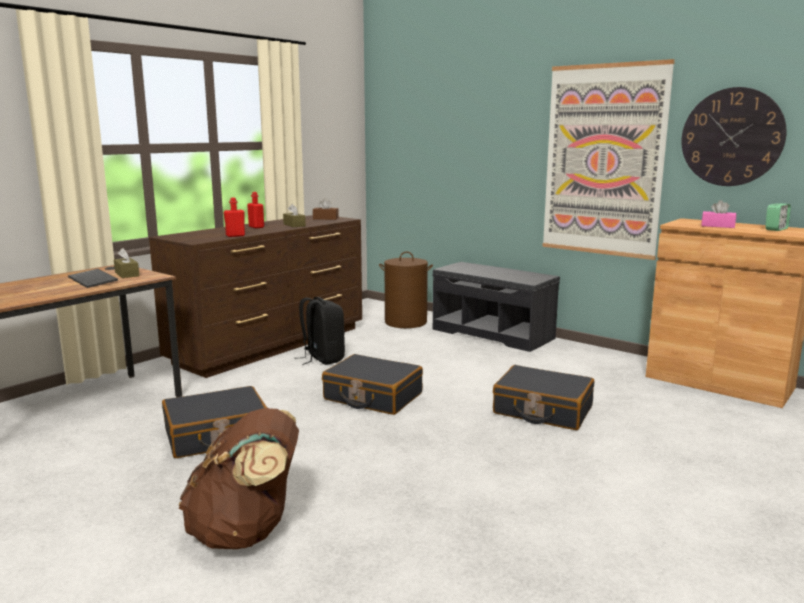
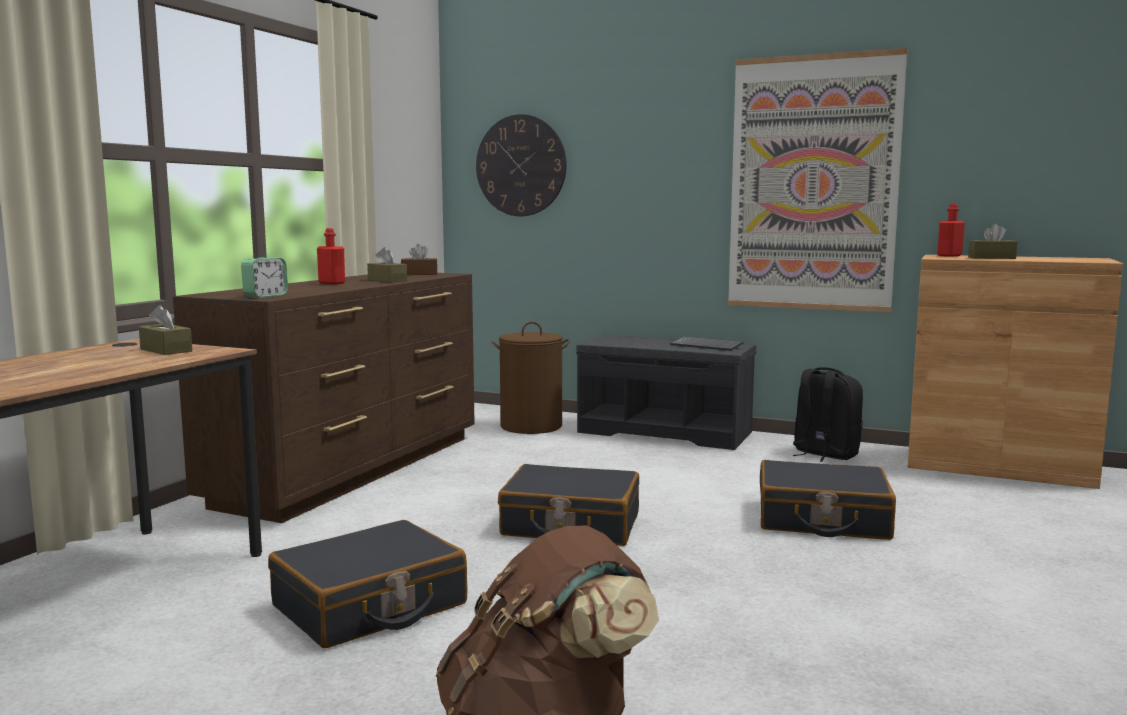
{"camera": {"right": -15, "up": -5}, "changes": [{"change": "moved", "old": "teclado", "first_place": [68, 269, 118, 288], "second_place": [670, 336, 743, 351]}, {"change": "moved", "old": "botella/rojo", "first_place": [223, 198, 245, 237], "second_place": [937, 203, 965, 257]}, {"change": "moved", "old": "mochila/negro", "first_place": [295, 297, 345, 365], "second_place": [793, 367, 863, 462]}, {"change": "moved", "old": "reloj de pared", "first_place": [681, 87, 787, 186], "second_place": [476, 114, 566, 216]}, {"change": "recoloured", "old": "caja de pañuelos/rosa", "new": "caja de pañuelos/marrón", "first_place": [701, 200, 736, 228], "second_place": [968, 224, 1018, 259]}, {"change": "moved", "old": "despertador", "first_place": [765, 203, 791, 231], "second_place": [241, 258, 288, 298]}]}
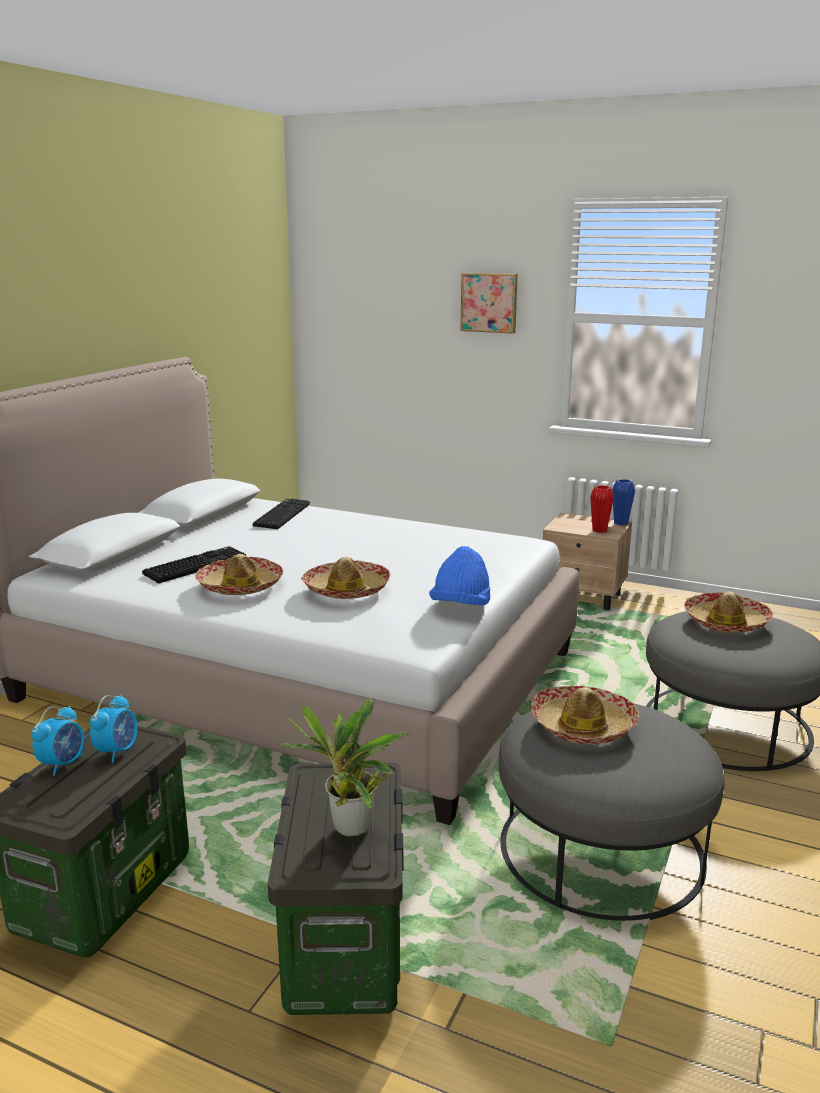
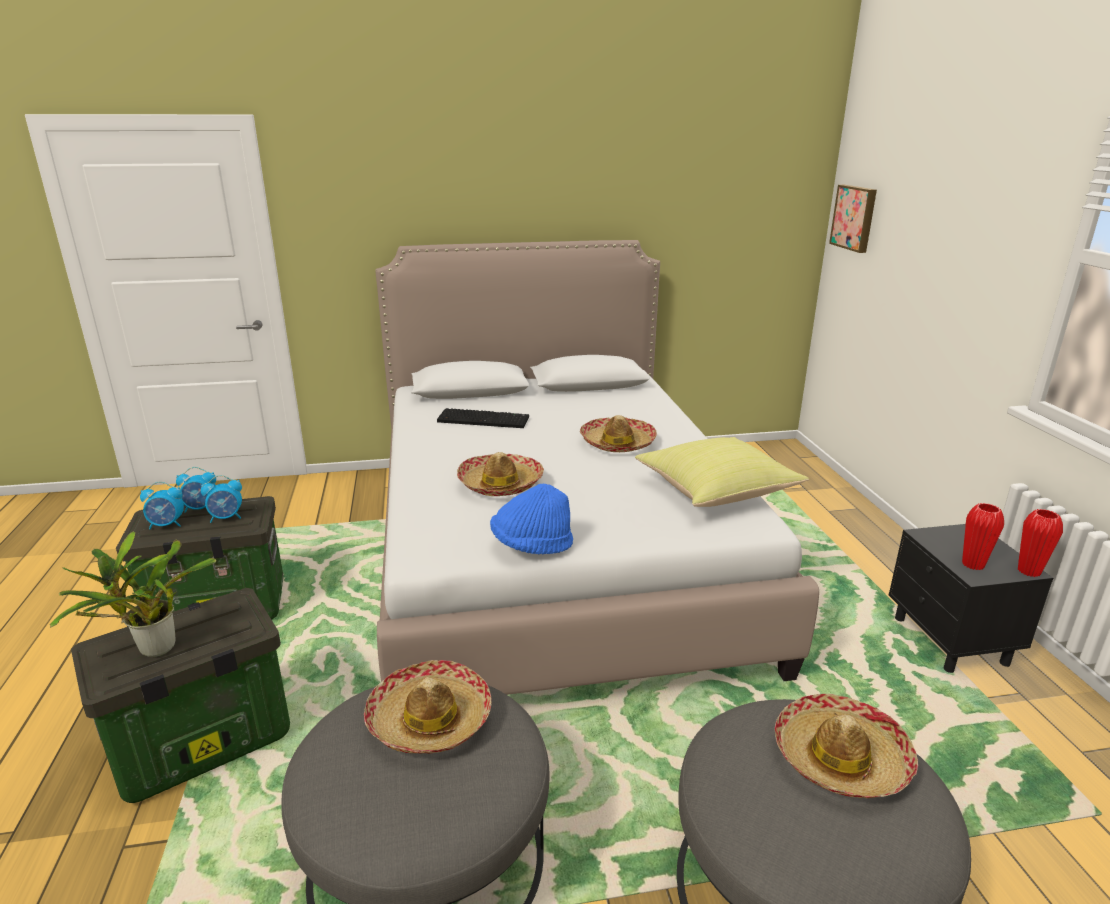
{"camera": {"right": 55, "up": 5}, "changes": [{"change": "moved", "old": "sombrero", "first_place": [195, 554, 283, 595], "second_place": [580, 415, 657, 452]}, {"change": "removed", "old": "teclado", "first_place": [253, 499, 310, 529]}, {"change": "moved", "old": "cuadro", "first_place": [460, 273, 518, 334], "second_place": [829, 185, 877, 253]}, {"change": "recoloured", "old": "mesita de noche/beis", "new": "mesita de noche/negro", "first_place": [543, 513, 632, 610], "second_place": [889, 524, 1053, 673]}, {"change": "recoloured", "old": "florero/azul", "new": "florero/rojo", "first_place": [612, 479, 635, 525], "second_place": [1018, 509, 1063, 577]}, {"change": "added", "new": "despertador", "second_place": [140, 482, 184, 529]}, {"change": "added", "new": "cojín/amarillo", "second_place": [635, 437, 809, 507]}]}
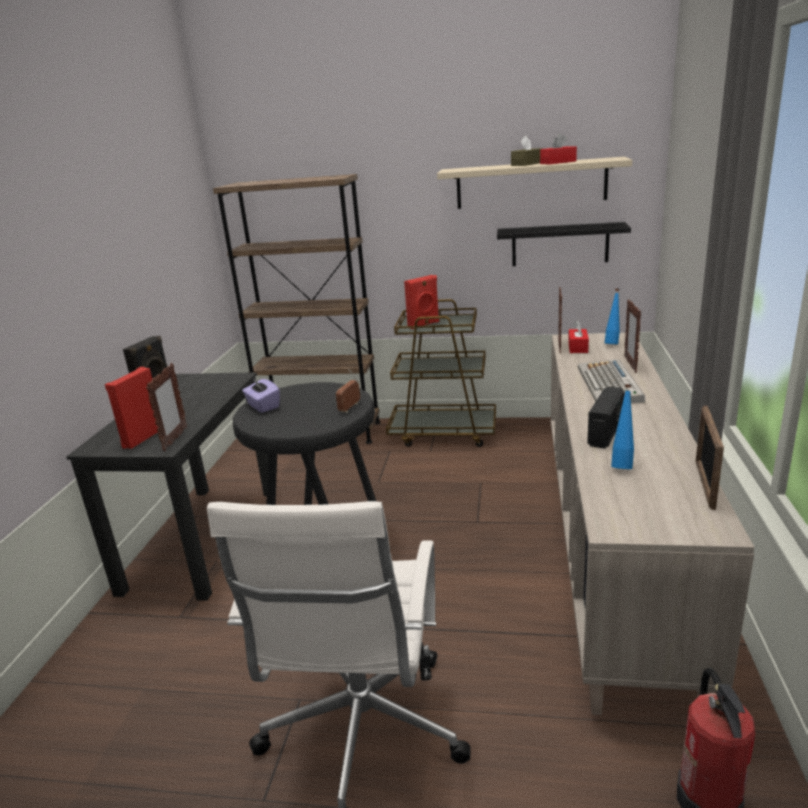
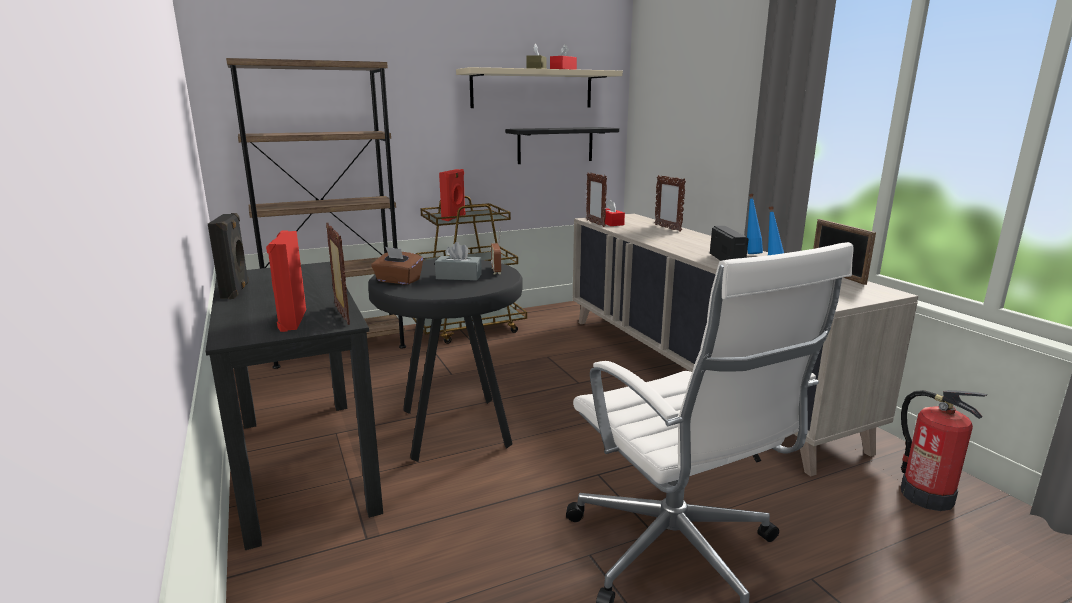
{"camera": {"right": -35, "up": -5}, "changes": [{"change": "recoloured", "old": "caja de pañuelos/morado", "new": "caja de pañuelos/marrón", "first_place": [242, 376, 280, 413], "second_place": [371, 247, 423, 285]}, {"change": "removed", "old": "teclado", "first_place": [578, 359, 645, 403]}, {"change": "moved", "old": "botella/azul", "first_place": [605, 288, 620, 344], "second_place": [747, 194, 763, 254]}, {"change": "added", "new": "caja de pañuelos/gris", "second_place": [435, 242, 482, 281]}]}
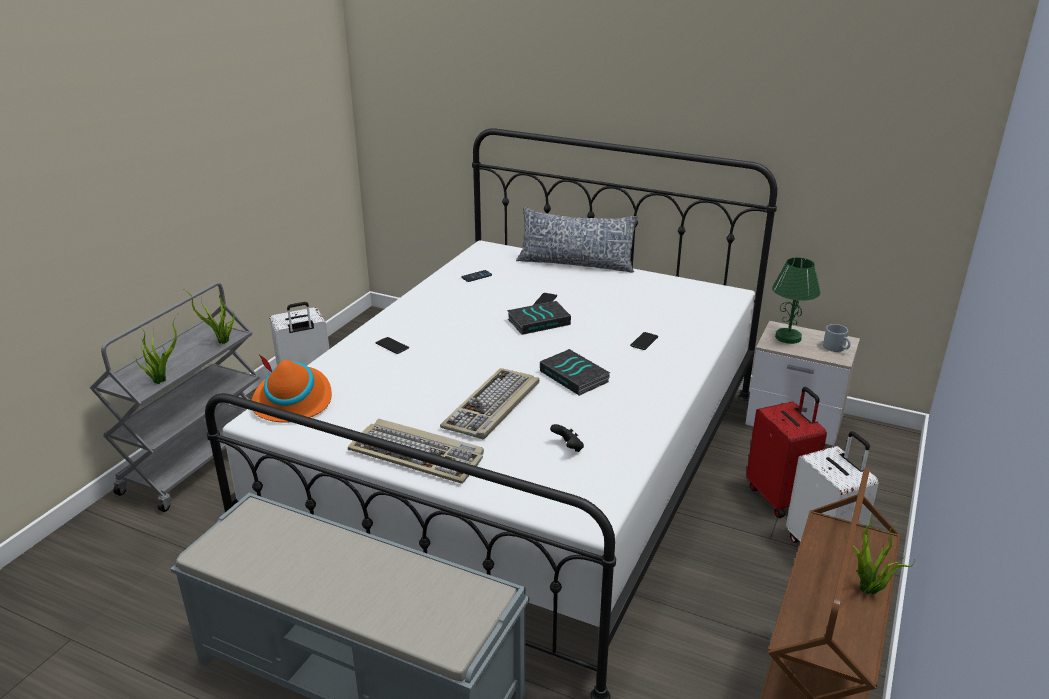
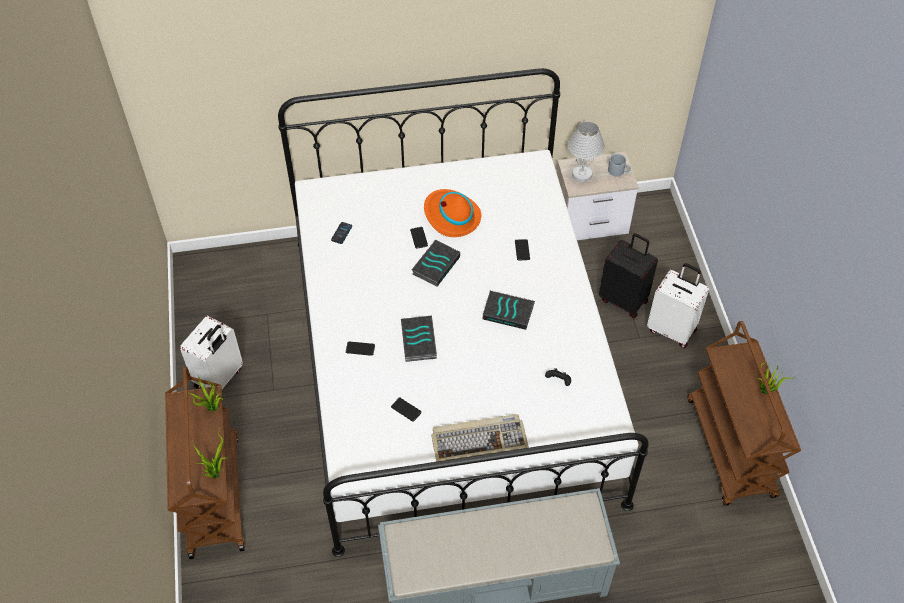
{"camera": {"right": -35, "up": 25}, "changes": [{"change": "recoloured", "old": "carrito/gris", "new": "carrito/marrón", "first_place": [90, 283, 260, 512], "second_place": [165, 366, 245, 559]}, {"change": "moved", "old": "sombrero/naranja", "first_place": [252, 354, 332, 423], "second_place": [424, 189, 481, 237]}, {"change": "removed", "old": "teclado", "first_place": [440, 368, 539, 439]}, {"change": "removed", "old": "cojín", "first_place": [516, 207, 638, 273]}, {"change": "recoloured", "old": "maleta/rojo", "new": "maleta/negro", "first_place": [746, 387, 827, 518], "second_place": [599, 233, 658, 318]}, {"change": "recoloured", "old": "lámpara de mesa/verde", "new": "lámpara de mesa/blanco", "first_place": [772, 257, 820, 344], "second_place": [568, 121, 605, 182]}, {"change": "added", "new": "móvil", "second_place": [391, 398, 422, 422]}, {"change": "added", "new": "libro", "second_place": [401, 316, 437, 362]}]}
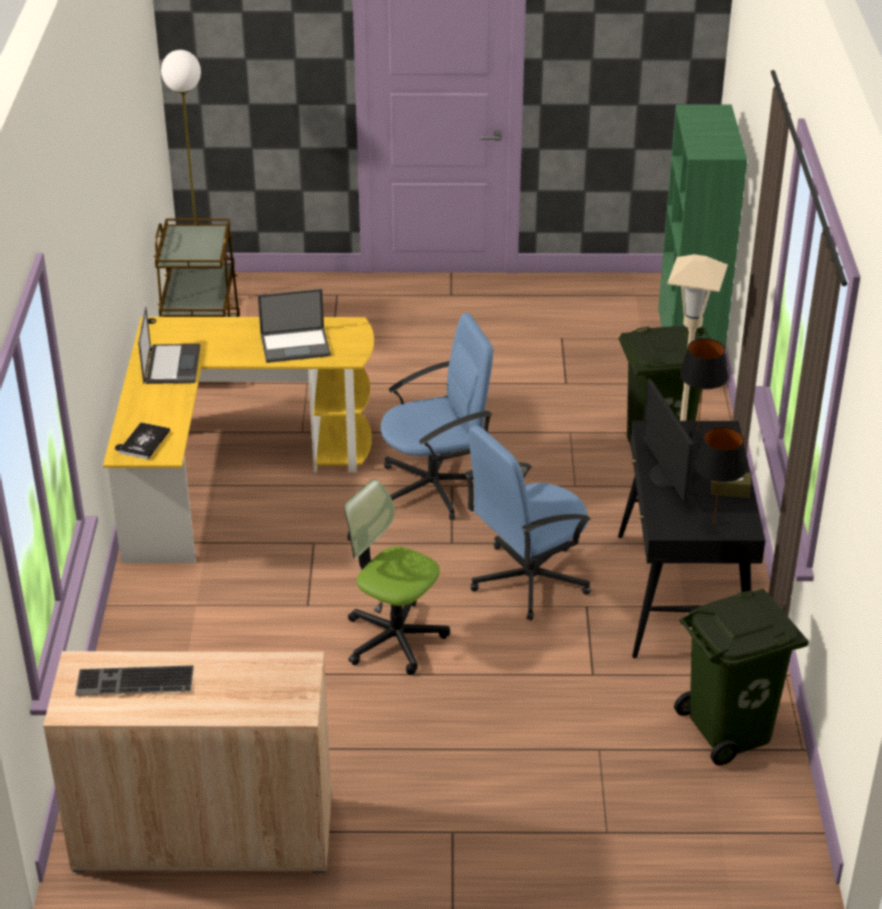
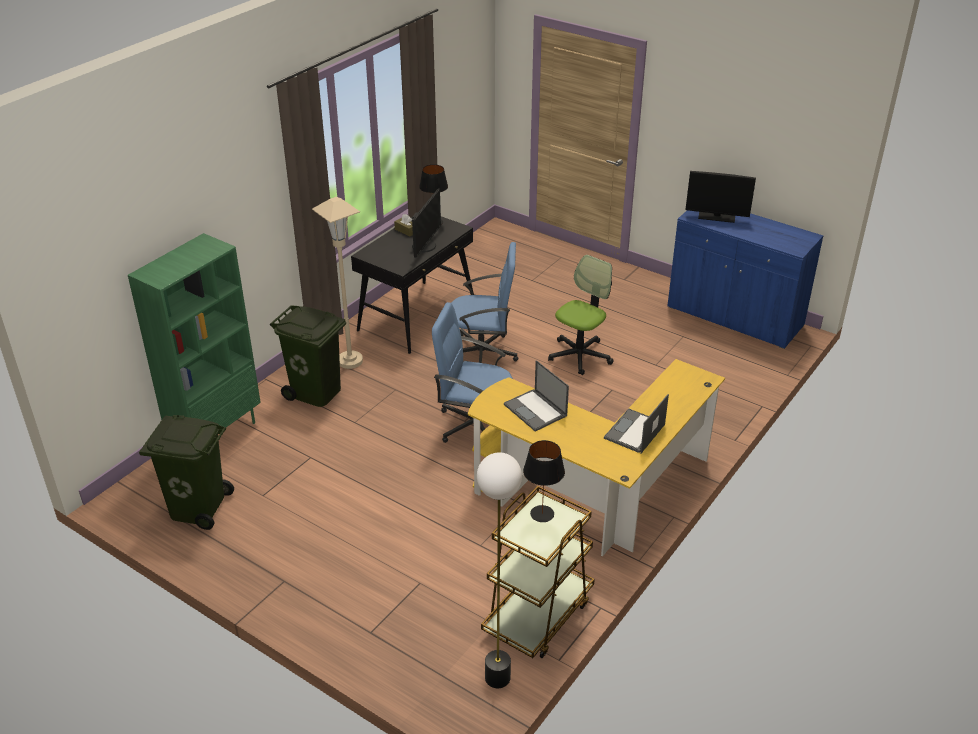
{"camera": {"right": -145, "up": 0}, "changes": [{"change": "recoloured", "old": "armario/beis", "new": "armario/azul", "first_place": [43, 651, 332, 873], "second_place": [667, 210, 823, 349]}, {"change": "removed", "old": "teclado", "first_place": [75, 665, 194, 696]}, {"change": "removed", "old": "libro", "first_place": [119, 422, 170, 459]}, {"change": "turned", "old": "portátil", "first_place": [258, 289, 331, 363], "second_place": [504, 360, 569, 431], "degrees": -150}, {"change": "turned", "old": "silla de oficina", "first_place": [344, 479, 450, 675], "second_place": [548, 255, 614, 375], "degrees": -120}, {"change": "moved", "old": "papelera/verde", "first_place": [674, 589, 809, 765], "second_place": [139, 415, 234, 530]}, {"change": "moved", "old": "lámpara de mesa/negro", "first_place": [679, 338, 728, 440], "second_place": [523, 440, 565, 522]}, {"change": "added", "new": "monitor", "second_place": [685, 171, 756, 223]}]}
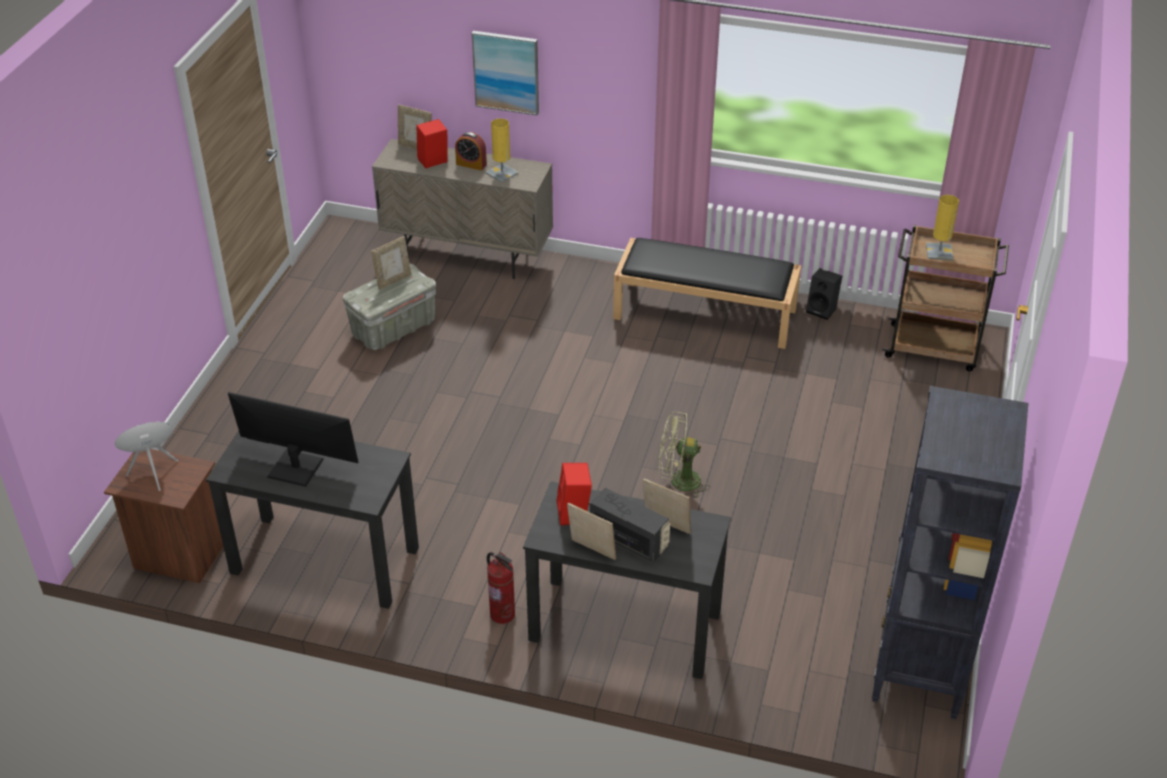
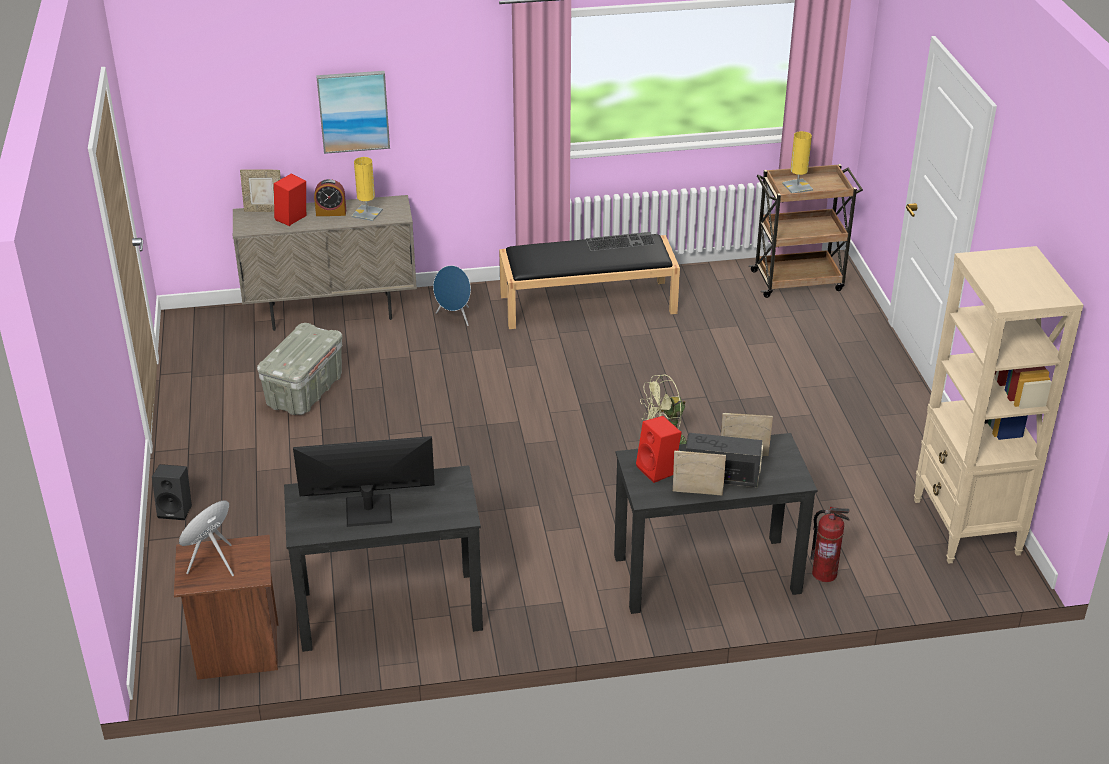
{"camera": {"right": -25, "up": -5}, "changes": [{"change": "removed", "old": "portarretratos", "first_place": [371, 236, 411, 290]}, {"change": "moved", "old": "extintor", "first_place": [487, 552, 515, 624], "second_place": [811, 507, 850, 582]}, {"change": "moved", "old": "altavoz/negro", "first_place": [806, 268, 842, 320], "second_place": [152, 464, 192, 520]}, {"change": "recoloured", "old": "estantería/negro", "new": "estantería/beis", "first_place": [872, 386, 1028, 719], "second_place": [914, 246, 1083, 564]}, {"change": "added", "new": "altavoz/azul", "second_place": [433, 265, 471, 326]}, {"change": "added", "new": "teclado", "second_place": [586, 232, 656, 251]}]}
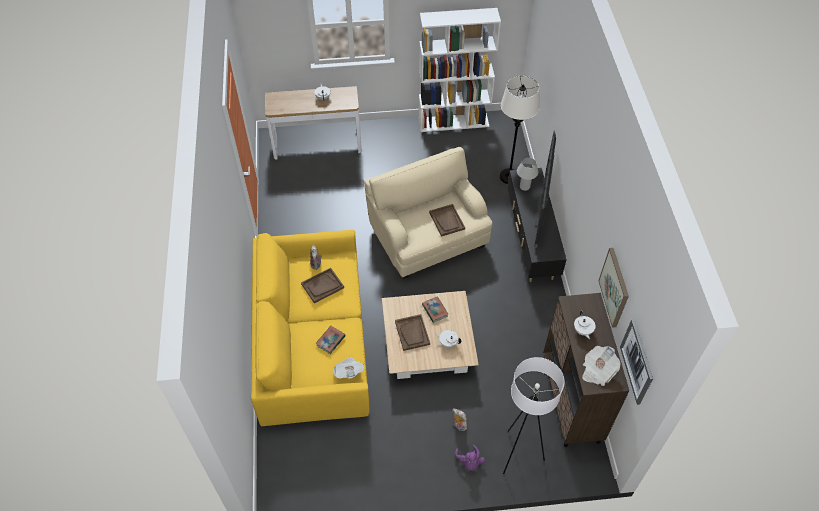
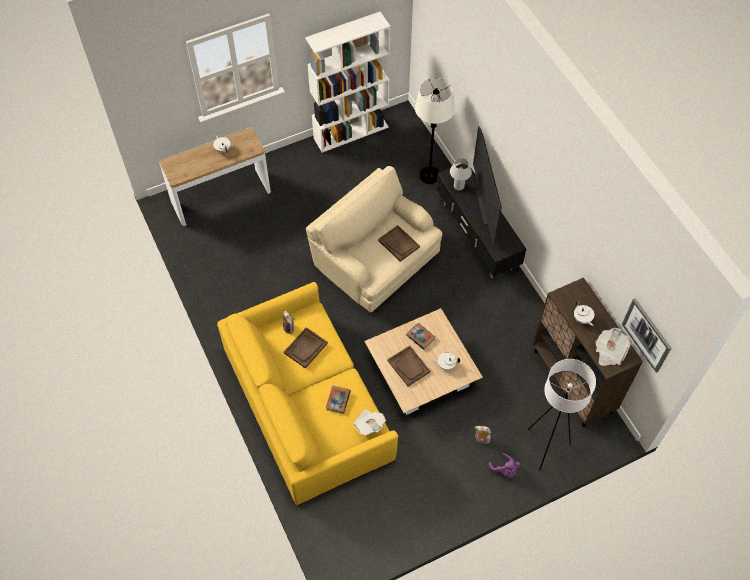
{"camera": {"right": -20, "up": 5}, "changes": [{"change": "removed", "old": "cuadro", "first_place": [598, 248, 629, 328]}]}
